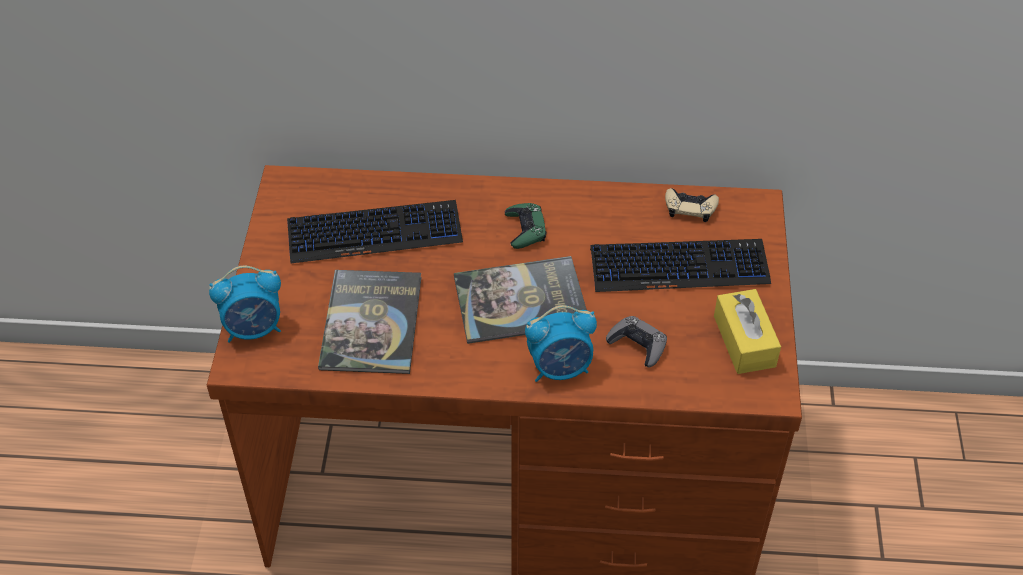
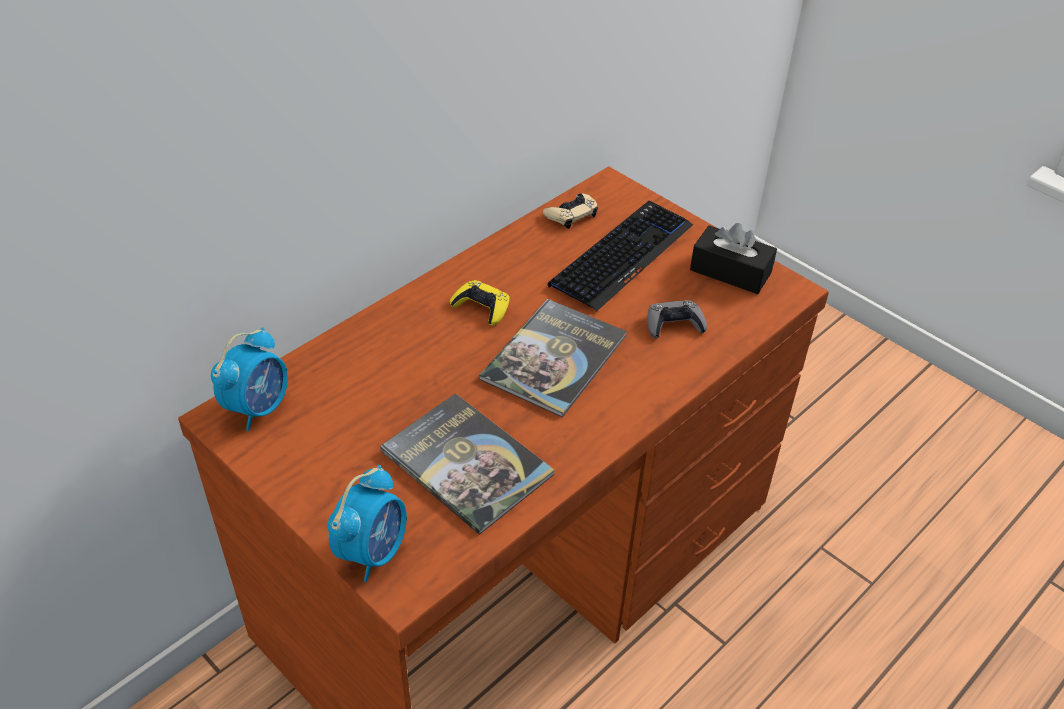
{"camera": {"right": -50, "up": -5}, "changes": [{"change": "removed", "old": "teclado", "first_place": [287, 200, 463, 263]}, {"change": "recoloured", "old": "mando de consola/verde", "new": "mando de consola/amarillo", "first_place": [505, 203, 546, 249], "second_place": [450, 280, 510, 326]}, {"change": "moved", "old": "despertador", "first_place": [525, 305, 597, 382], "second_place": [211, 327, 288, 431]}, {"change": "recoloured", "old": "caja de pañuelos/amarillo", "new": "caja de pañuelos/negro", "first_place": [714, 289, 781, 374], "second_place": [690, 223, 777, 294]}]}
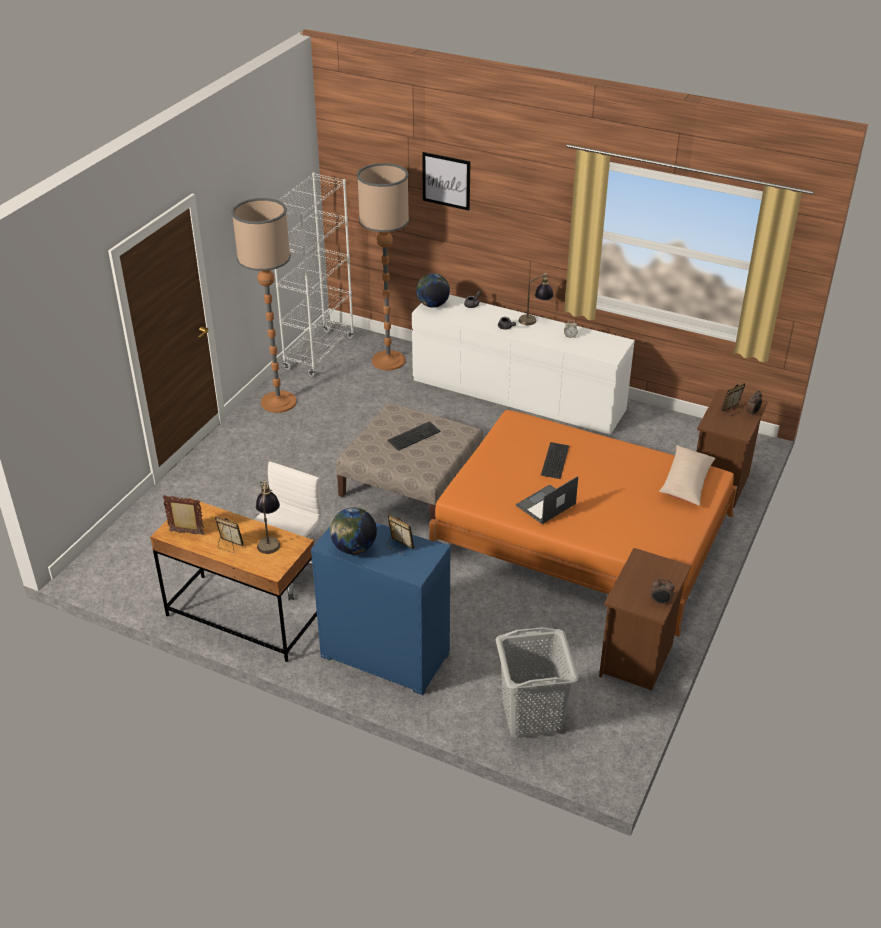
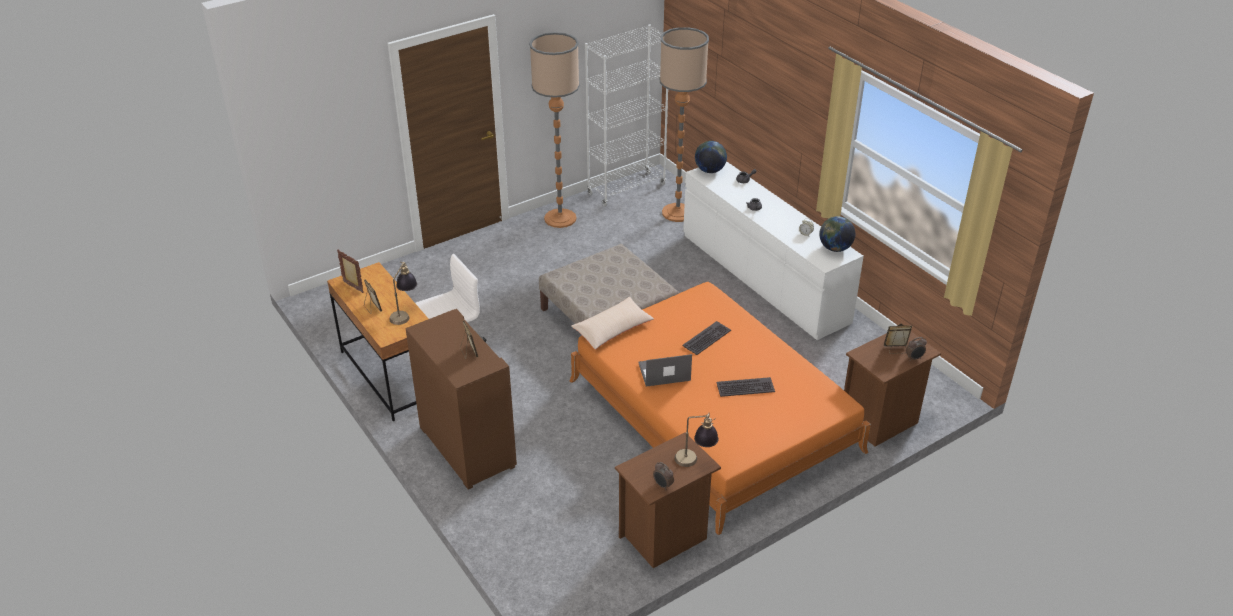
{"camera": {"right": 30, "up": 0}, "changes": [{"change": "recoloured", "old": "armario/azul", "new": "armario/marrón", "first_place": [311, 522, 450, 695], "second_place": [405, 309, 517, 490]}, {"change": "moved", "old": "globo terráqueo", "first_place": [330, 507, 377, 554], "second_place": [819, 216, 855, 252]}, {"change": "moved", "old": "teclado", "first_place": [387, 422, 441, 451], "second_place": [716, 377, 775, 397]}, {"change": "removed", "old": "cuadro", "first_place": [422, 152, 471, 211]}, {"change": "removed", "old": "cesto de la ropa/gris", "first_place": [495, 627, 579, 738]}, {"change": "moved", "old": "lámpara de mesa", "first_place": [519, 272, 553, 325], "second_place": [674, 413, 719, 467]}, {"change": "moved", "old": "cojín/beis", "first_place": [659, 445, 715, 506], "second_place": [571, 297, 654, 350]}]}
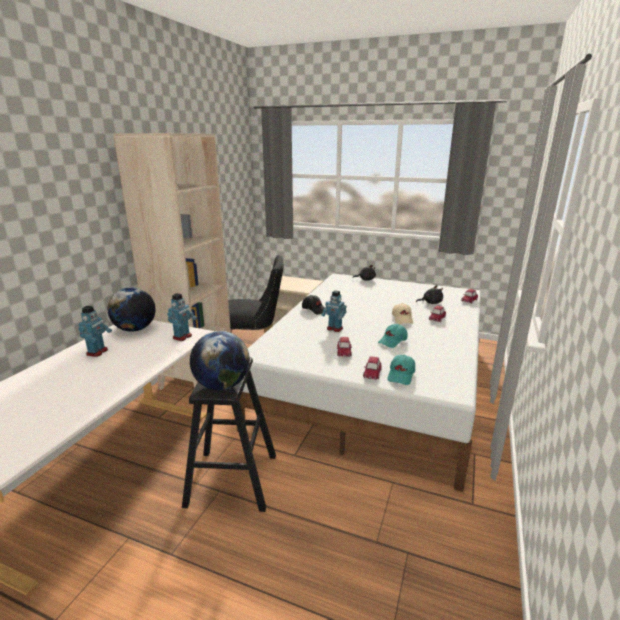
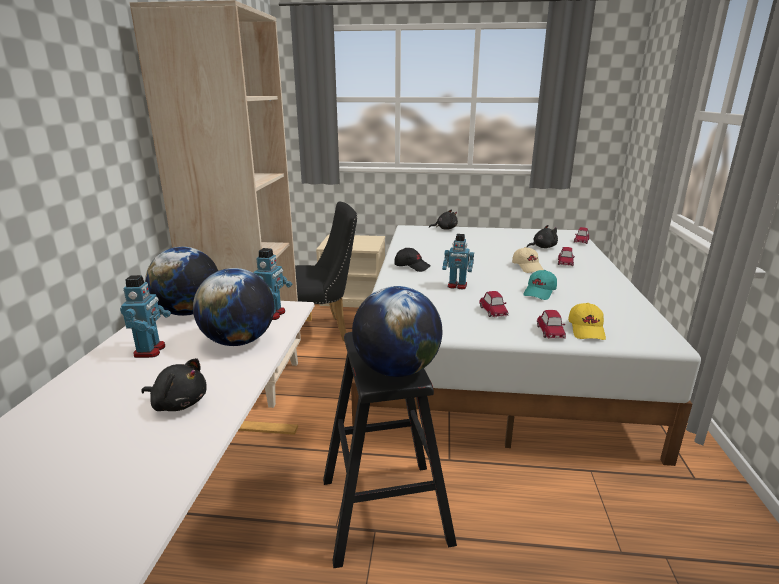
{"camera": {"right": -15, "up": 0}, "changes": [{"change": "recoloured", "old": "gorra/turquesa", "new": "gorra/amarillo", "first_place": [388, 355, 415, 385], "second_place": [568, 303, 606, 340]}, {"change": "added", "new": "peluche/negro", "second_place": [141, 358, 207, 411]}, {"change": "added", "new": "globo terráqueo", "second_place": [193, 268, 274, 346]}]}
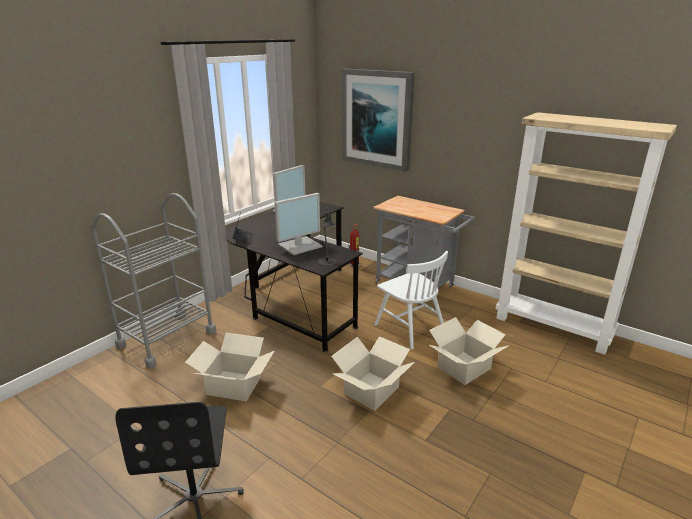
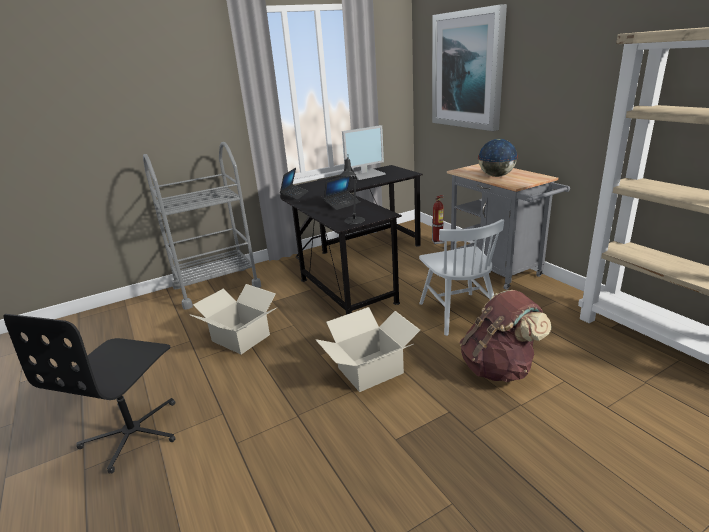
{"camera": {"right": 25, "up": 0}, "changes": [{"change": "replaced", "old": "monitor", "new": "portátil", "first_place": [274, 193, 322, 255], "second_place": [323, 176, 361, 210]}, {"change": "replaced", "old": "caja de cartón", "new": "mochila/marrón", "first_place": [429, 317, 508, 385], "second_place": [460, 290, 552, 382]}, {"change": "added", "new": "globo terráqueo", "second_place": [478, 139, 518, 177]}]}
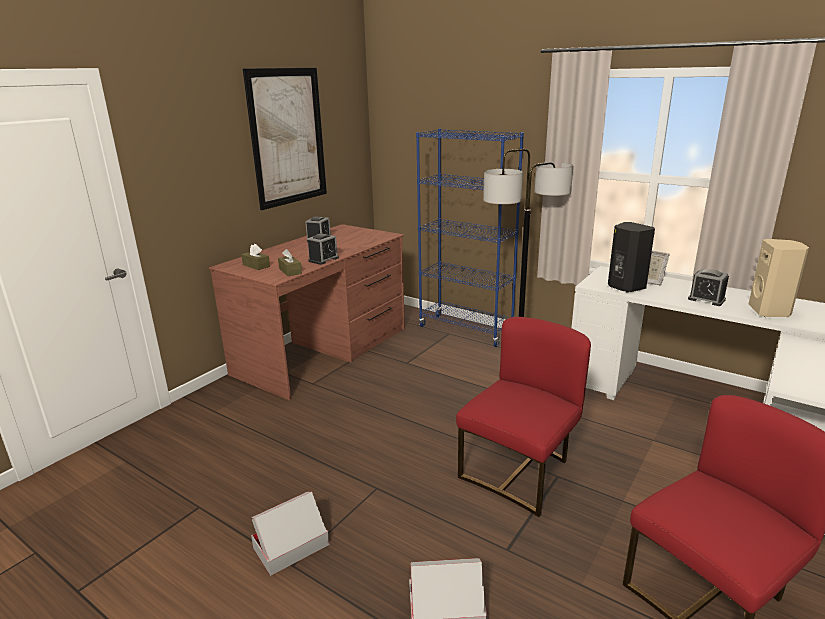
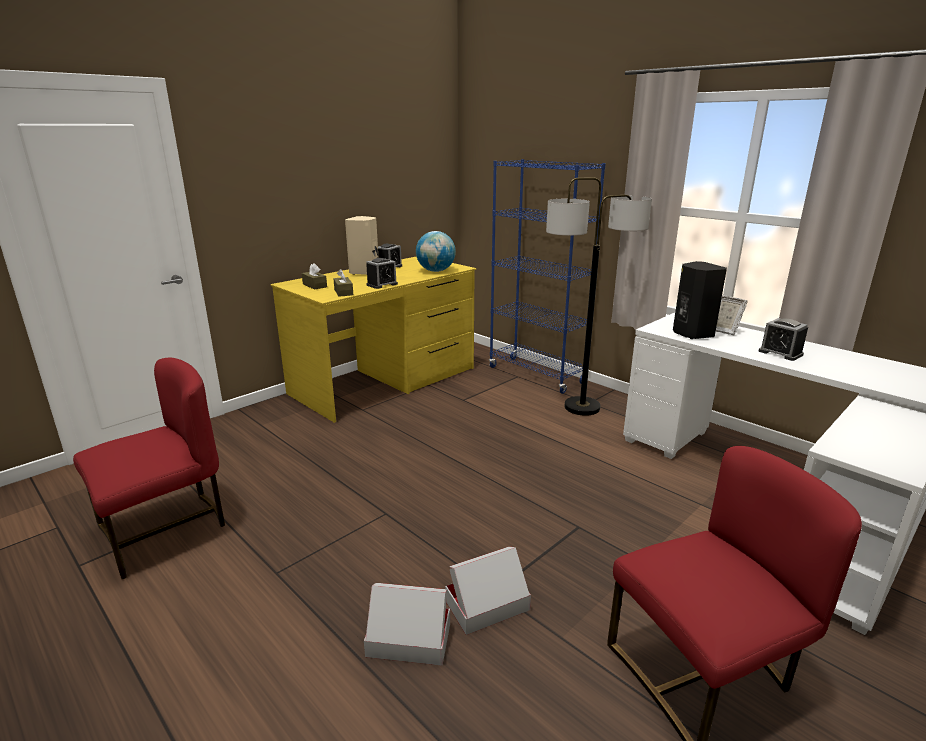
{"camera": {"right": 10, "up": 0}, "changes": [{"change": "recoloured", "old": "escritorio/marrón", "new": "escritorio/amarillo", "first_place": [209, 224, 405, 401], "second_place": [271, 257, 476, 423]}, {"change": "removed", "old": "cuadro", "first_place": [243, 68, 327, 210]}, {"change": "moved", "old": "caja de cartón", "first_place": [251, 492, 329, 576], "second_place": [445, 547, 531, 635]}, {"change": "moved", "old": "silla/rojo", "first_place": [456, 317, 591, 517], "second_place": [73, 358, 225, 579]}, {"change": "moved", "old": "altavoz/beis", "first_place": [749, 239, 809, 317], "second_place": [345, 216, 378, 275]}, {"change": "added", "new": "globo terráqueo", "second_place": [416, 231, 456, 272]}]}
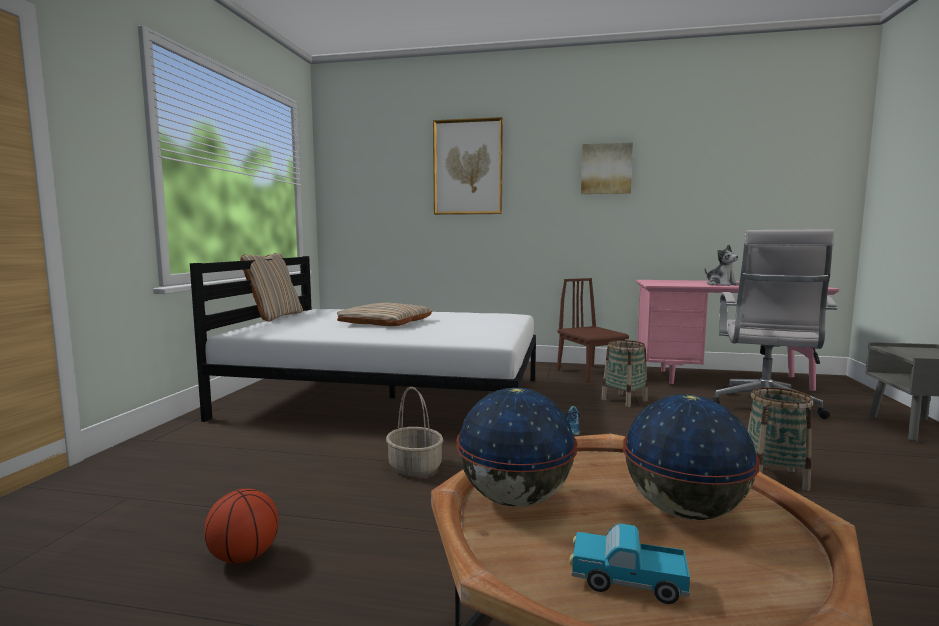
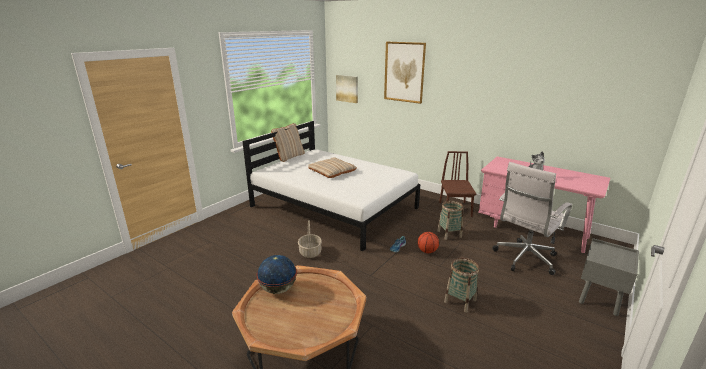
{"camera": {"right": 25, "up": 15}, "changes": [{"change": "moved", "old": "balón de baloncesto", "first_place": [204, 488, 279, 564], "second_place": [418, 232, 439, 253]}, {"change": "removed", "old": "camión de juguete", "first_place": [570, 524, 690, 604]}, {"change": "moved", "old": "cuadro", "first_place": [581, 142, 633, 194], "second_place": [336, 75, 358, 103]}, {"change": "removed", "old": "globo terráqueo", "first_place": [623, 395, 760, 520]}]}
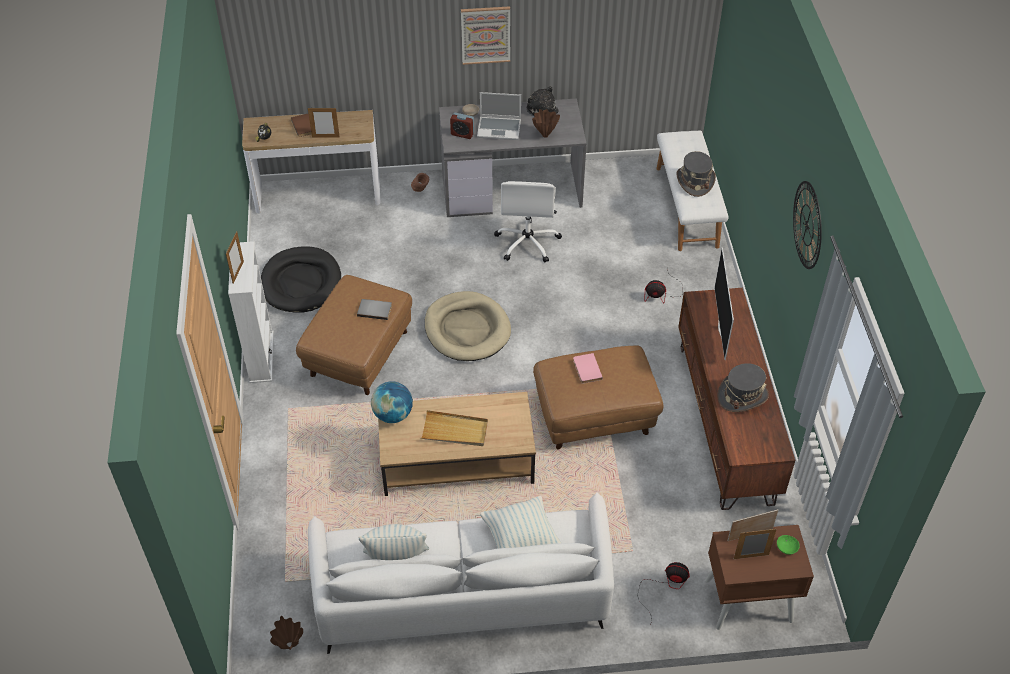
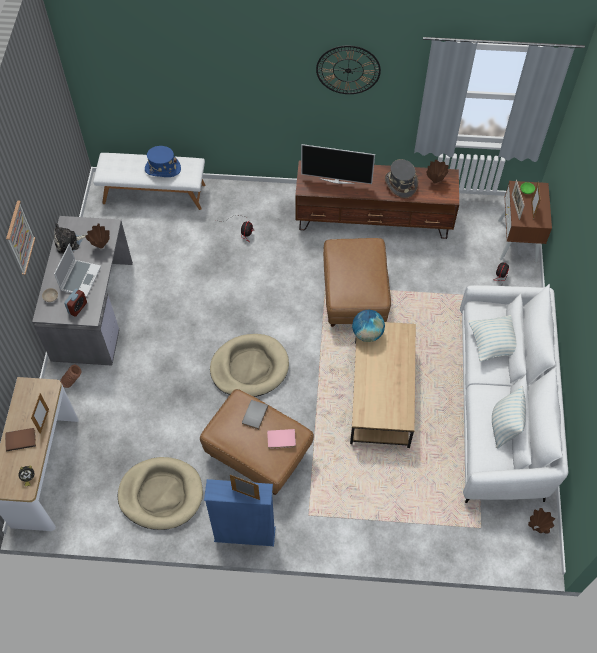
{"camera": {"right": -80, "up": 10}, "changes": [{"change": "recoloured", "old": "estantería/blanco", "new": "estantería/azul", "first_place": [228, 241, 274, 383], "second_place": [204, 479, 276, 546]}, {"change": "recoloured", "old": "cama para perro/negro", "new": "cama para perro/beis", "first_place": [261, 246, 341, 313], "second_place": [118, 457, 203, 530]}, {"change": "moved", "old": "globo terráqueo", "first_place": [371, 381, 413, 423], "second_place": [352, 310, 385, 342]}, {"change": "removed", "old": "bandeja/beis", "first_place": [421, 410, 488, 446]}, {"change": "removed", "old": "silla de oficina/blanco", "first_place": [494, 181, 562, 262]}, {"change": "moved", "old": "libro/rosa", "first_place": [573, 353, 603, 384], "second_place": [267, 429, 296, 449]}, {"change": "recoloured", "old": "sombrero/gris", "new": "sombrero/azul", "first_place": [676, 151, 716, 197], "second_place": [145, 146, 181, 177]}, {"change": "added", "new": "florero/marrón", "second_place": [426, 160, 449, 183]}]}
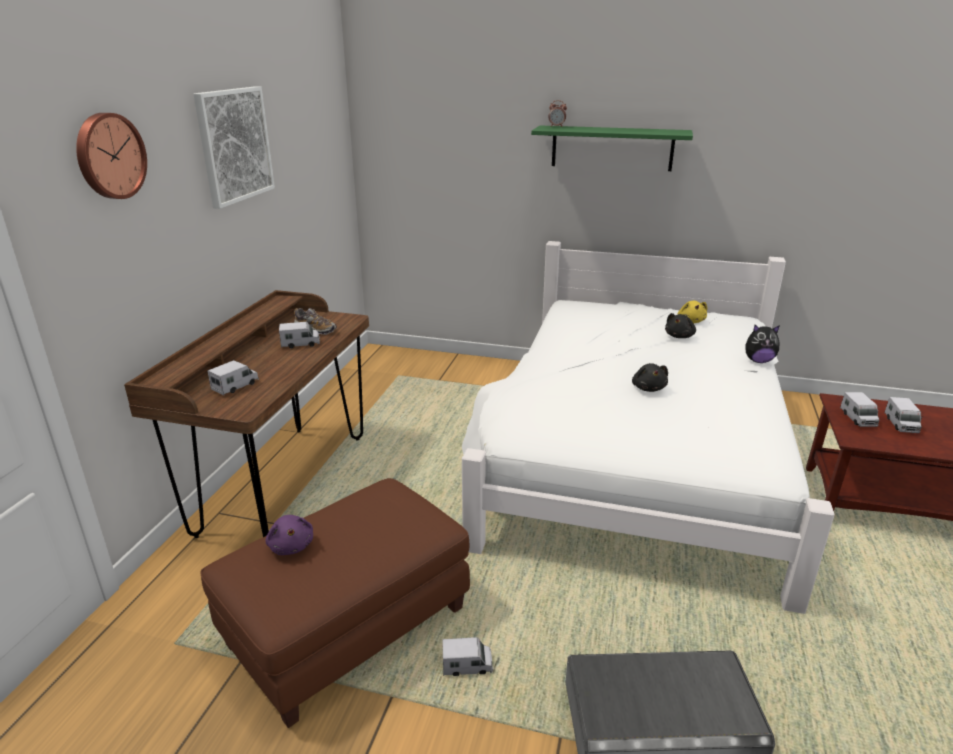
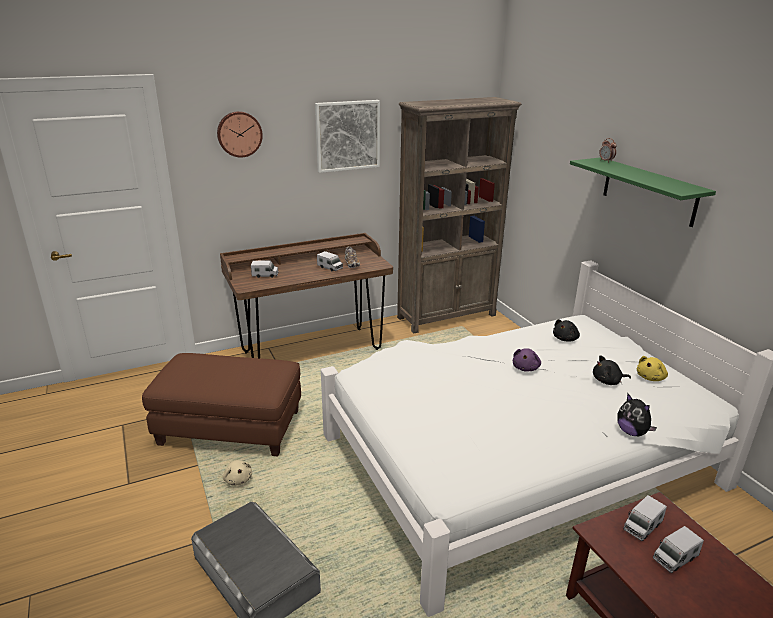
{"camera": {"right": 50, "up": 0}, "changes": [{"change": "moved", "old": "peluche/morado", "first_place": [266, 515, 313, 555], "second_place": [513, 348, 541, 371]}, {"change": "replaced", "old": "camión de juguete", "new": "peluche/beis", "first_place": [442, 637, 493, 676], "second_place": [223, 460, 252, 486]}, {"change": "moved", "old": "peluche/negro", "first_place": [632, 363, 668, 392], "second_place": [553, 319, 580, 342]}, {"change": "added", "new": "estantería/marrón", "second_place": [397, 97, 522, 334]}]}
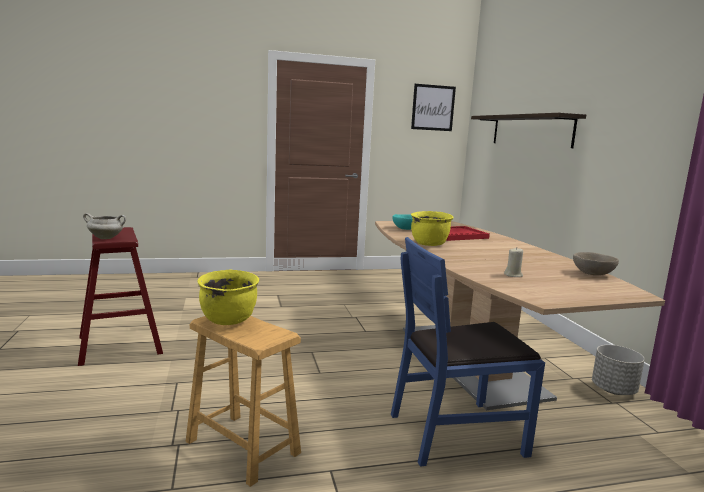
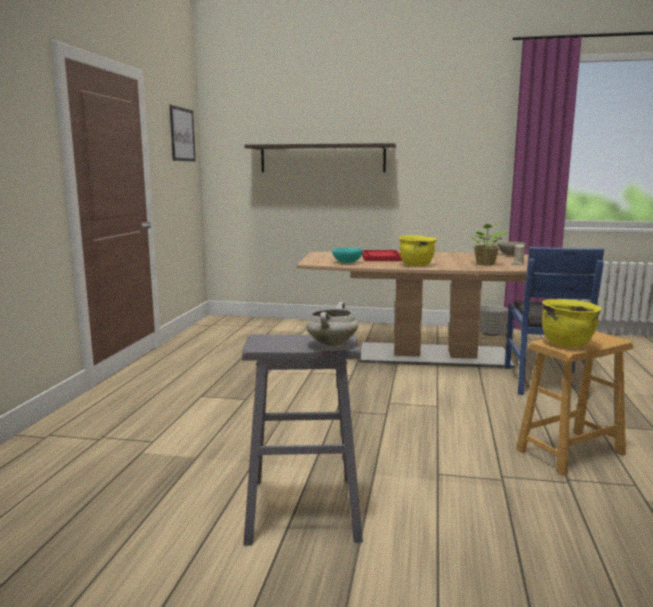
{"camera": {"right": -65, "up": 0}, "changes": [{"change": "recoloured", "old": "taburete/rojo", "new": "taburete/gris", "first_place": [78, 227, 163, 366], "second_place": [242, 334, 363, 546]}, {"change": "added", "new": "planta en maceta", "second_place": [472, 223, 505, 266]}]}
